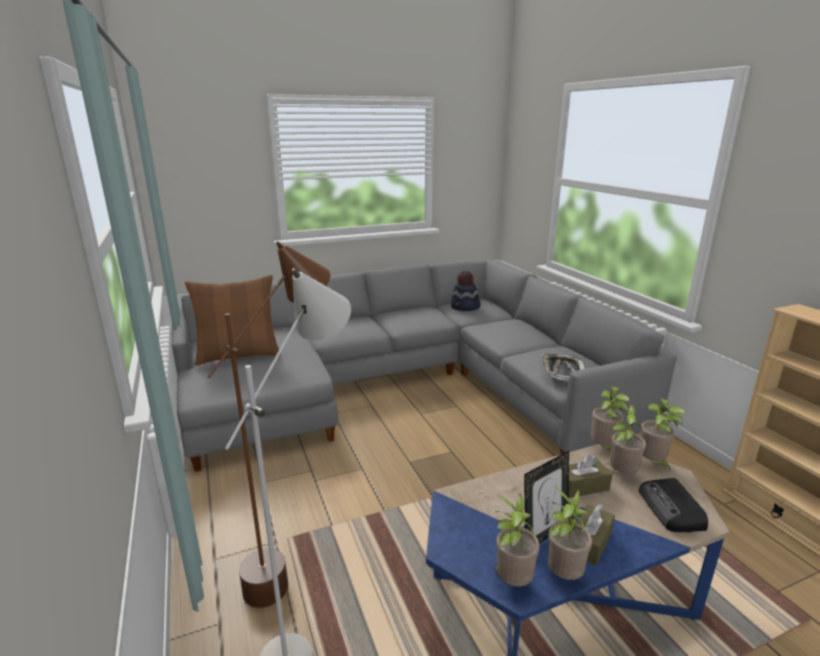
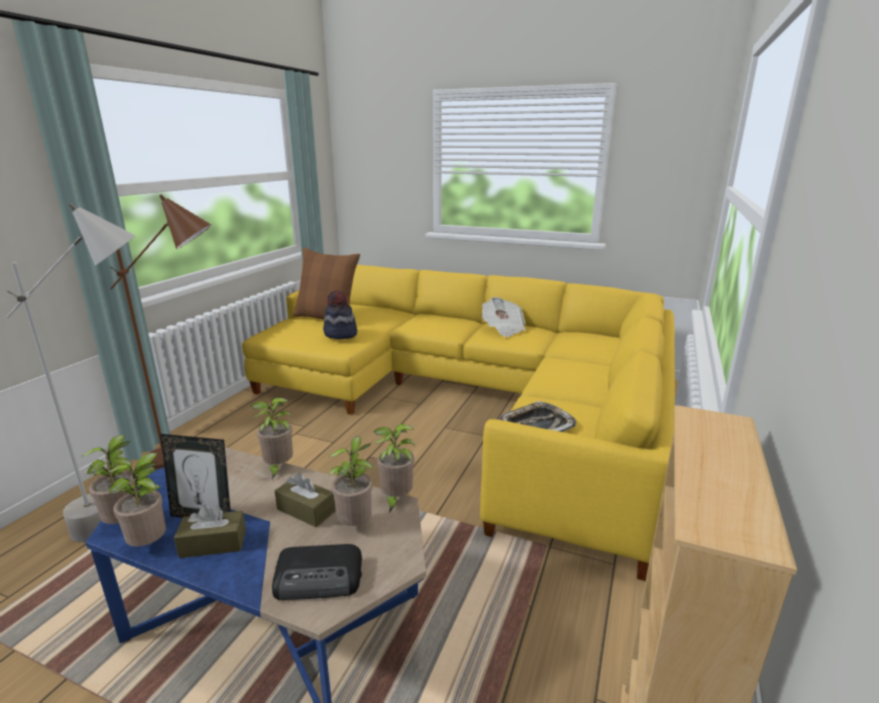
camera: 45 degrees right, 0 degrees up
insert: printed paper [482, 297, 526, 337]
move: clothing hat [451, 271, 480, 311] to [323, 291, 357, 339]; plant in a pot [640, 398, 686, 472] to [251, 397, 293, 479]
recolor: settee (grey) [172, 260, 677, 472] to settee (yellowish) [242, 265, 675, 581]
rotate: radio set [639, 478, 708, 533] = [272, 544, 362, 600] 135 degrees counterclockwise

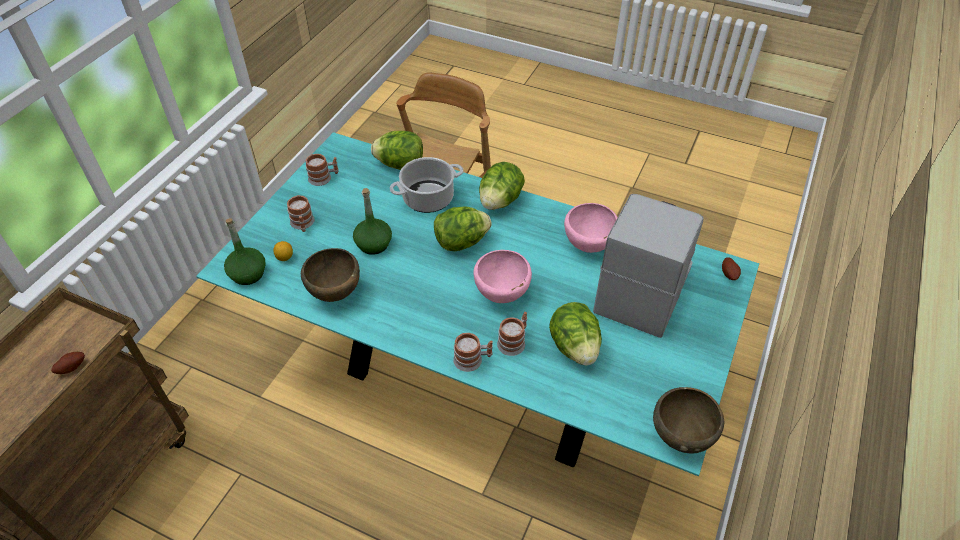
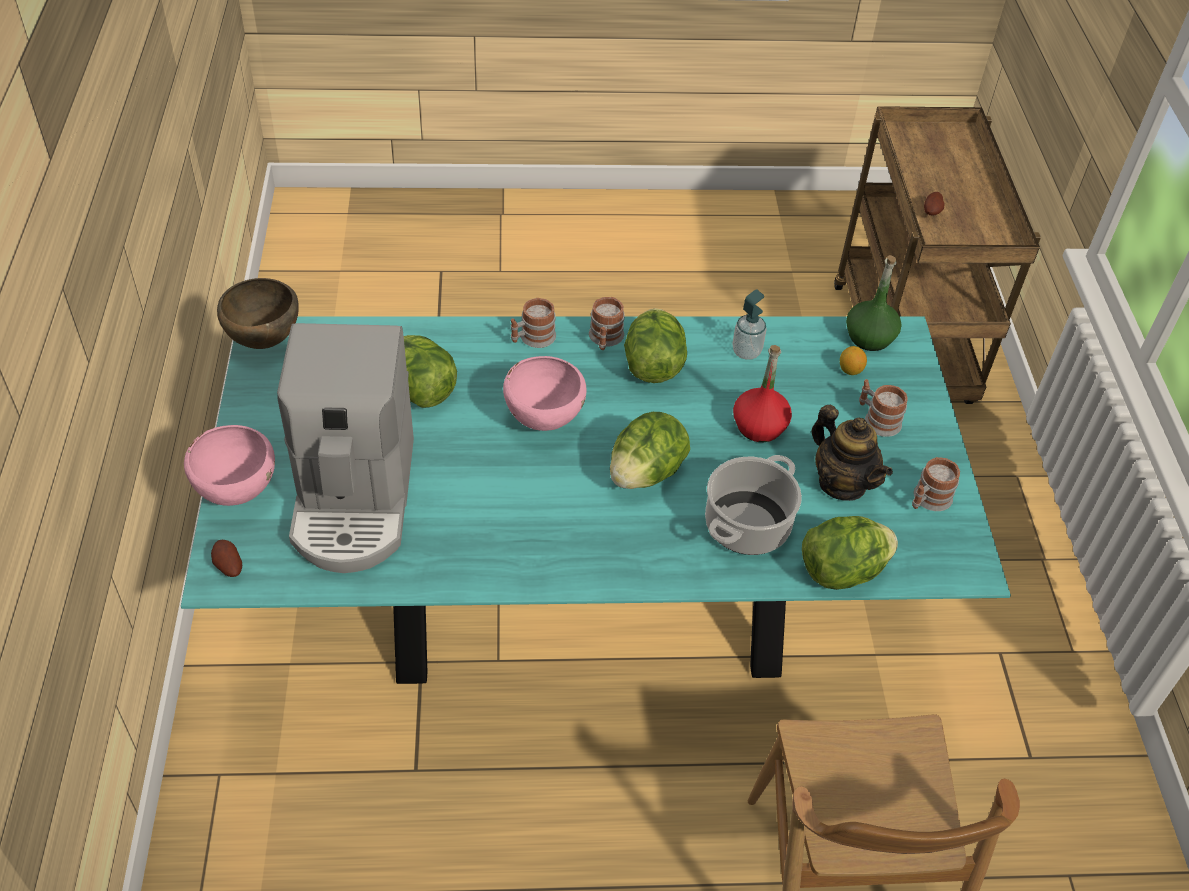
camera: 150 degrees right, 0 degrees up
insert: tea pot [811, 405, 893, 501]
move: lettuce head [479, 162, 525, 210] to [624, 308, 687, 383]; coffee mug [497, 312, 527, 356] to [589, 297, 625, 350]; bowl (pink) [564, 203, 618, 253] to [184, 425, 275, 506]
replace: bowl (brown-coloured) [301, 248, 360, 302] to liquid soap bottle [732, 289, 767, 360]
recolor: drink bottle (green-coloured) [353, 188, 392, 255] to drink bottle (reddish) [733, 345, 792, 442]

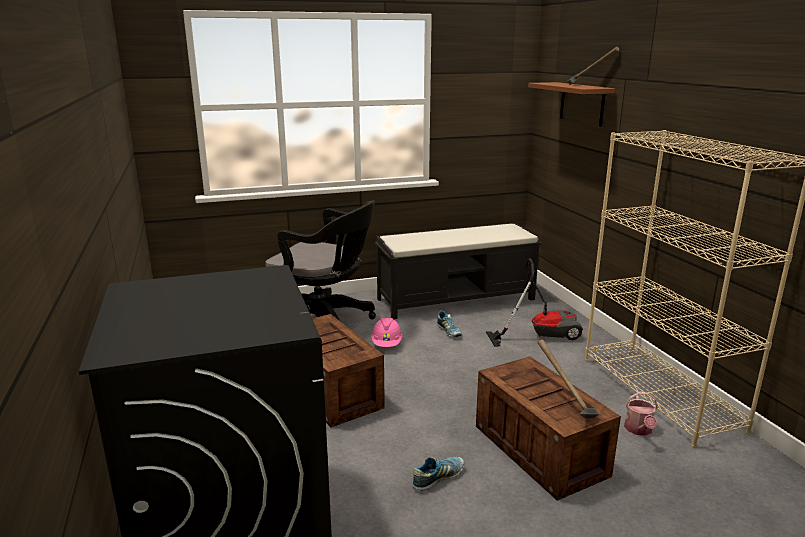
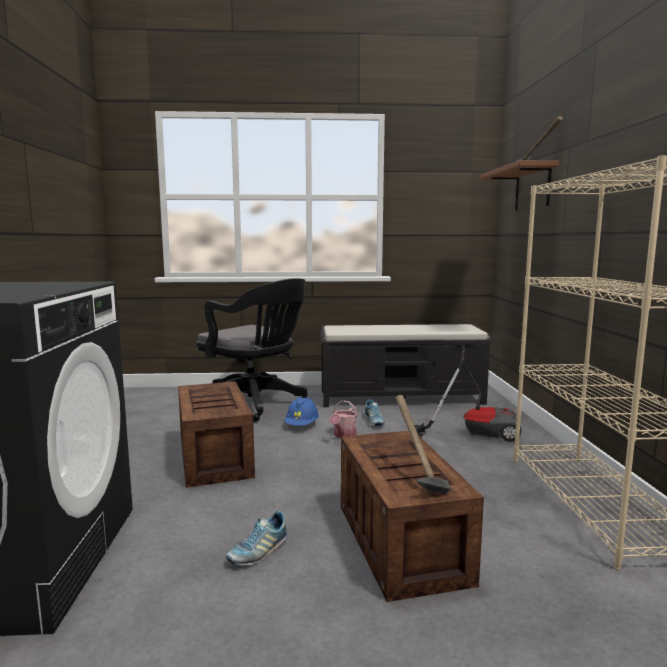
camera: 15 degrees right, 10 degrees down
move: sprinkling can [624, 392, 658, 436] to [329, 400, 358, 438]
recolor: hard hat (pink) [371, 318, 402, 347] to hard hat (blue) [285, 397, 319, 426]
rotate: low shoe [412, 457, 464, 491] = [226, 511, 288, 566] 150 degrees clockwise

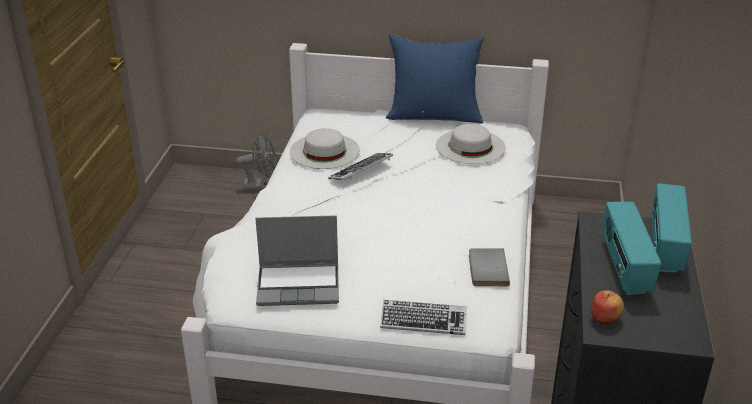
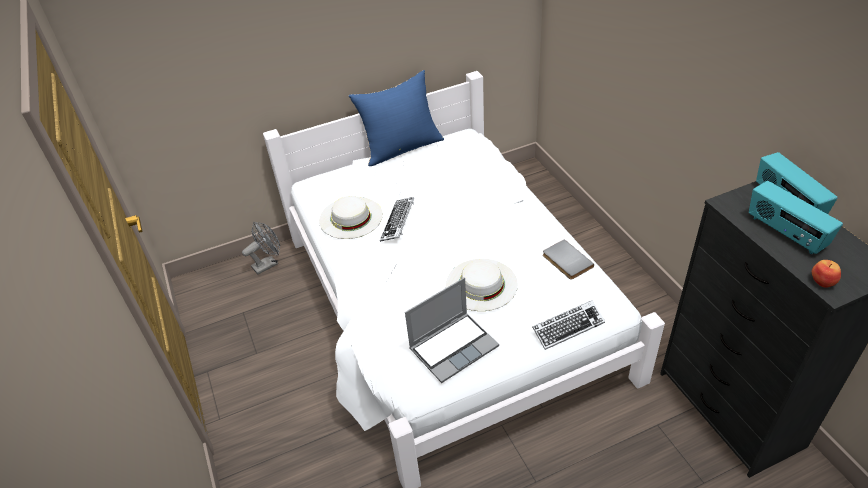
camera: 30 degrees left, 10 degrees up
move: clothing hat (whitish) [436, 124, 506, 164] to [446, 259, 518, 311]

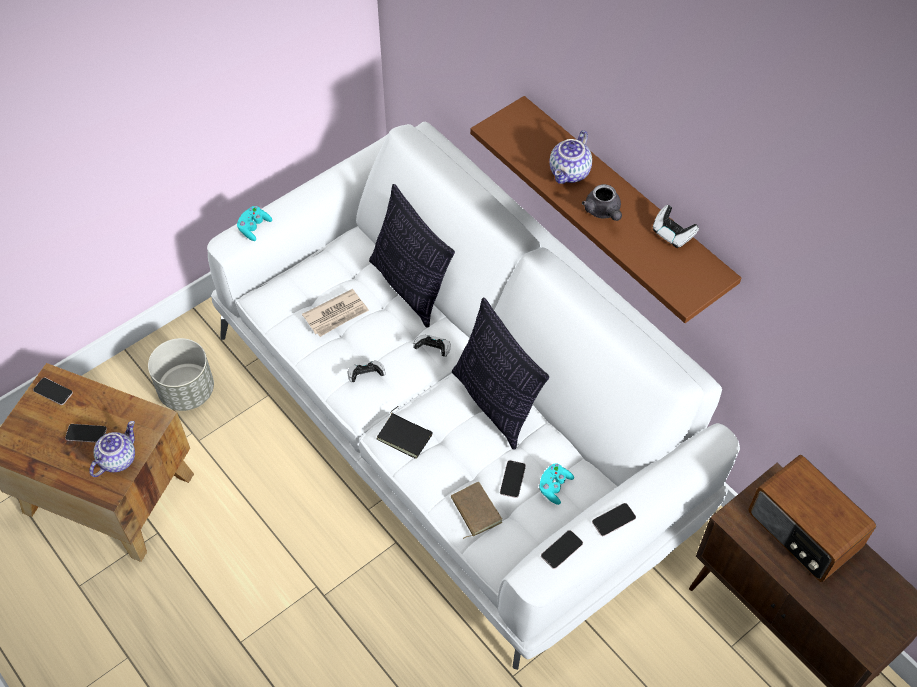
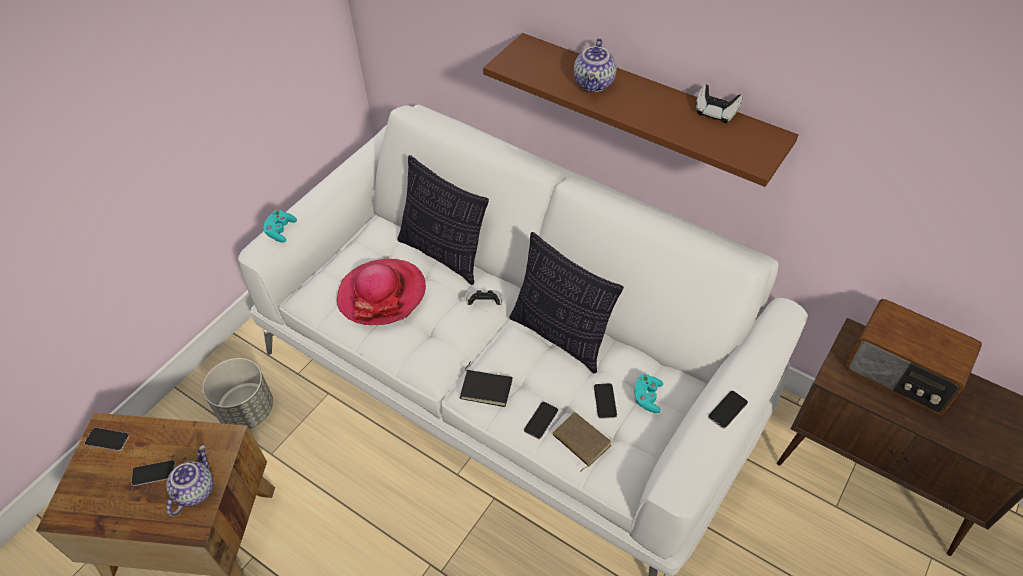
camera: 15 degrees left, 5 degrees down
delete: game controller [347, 361, 385, 382]; tea pot (grey) [582, 184, 622, 221]
move: telephone [541, 530, 583, 569] to [524, 402, 559, 439]
replace: printed paper [302, 289, 369, 337] to clothing hat [337, 259, 426, 325]

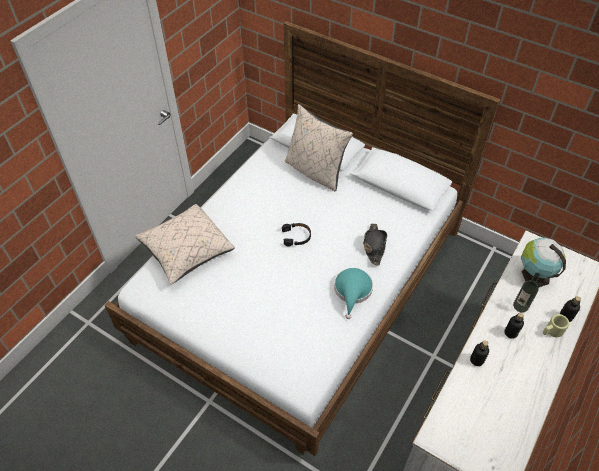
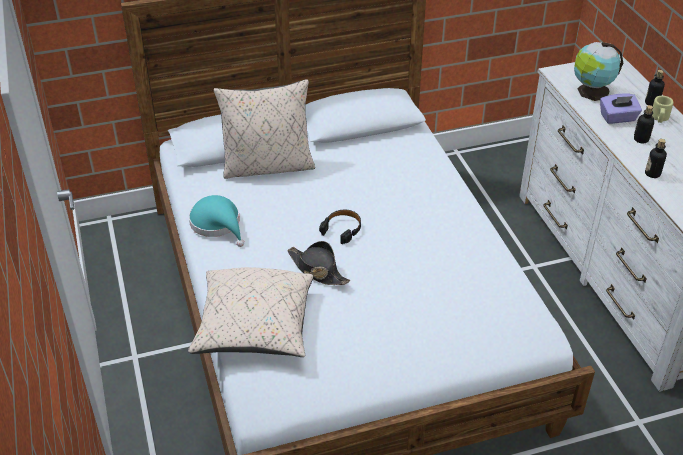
camera: 50 degrees left, 10 degrees down
move: clothing hat (turquoise-coloured) [334, 268, 373, 319] to [189, 195, 244, 247]; clothing hat (black-coloured) [363, 224, 387, 266] to [287, 241, 350, 285]
replace: drink bottle [513, 273, 540, 313] to box of tissues (purple-coloured) [600, 94, 642, 124]

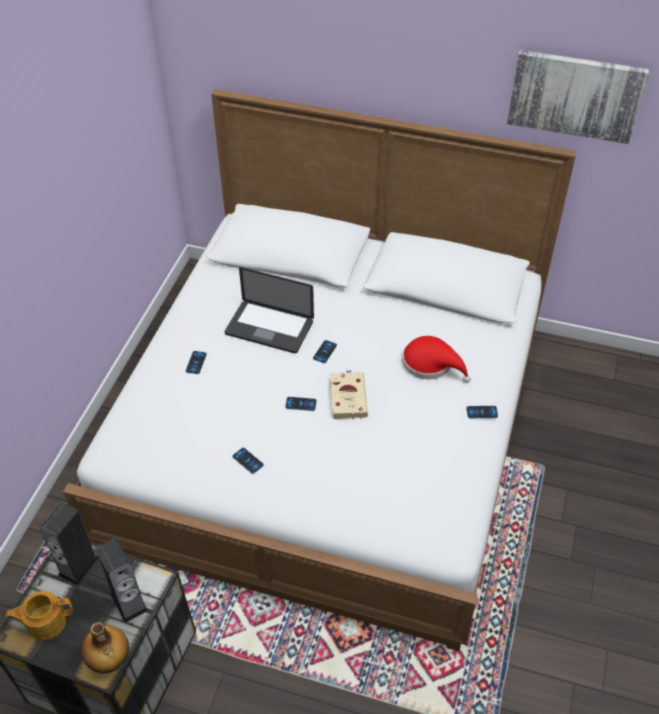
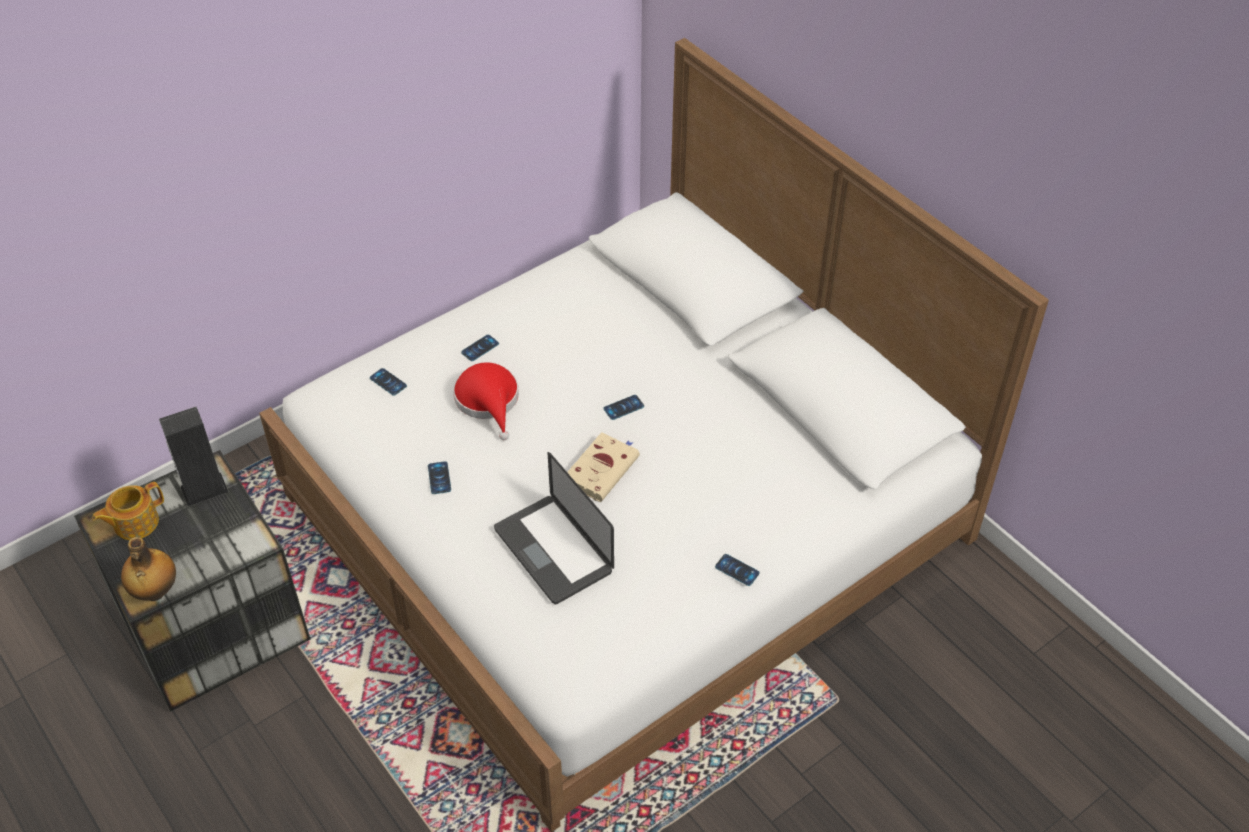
camera: 35 degrees right, 0 degrees up
delete: audio speaker [96, 538, 148, 623]; wall art [507, 50, 650, 144]
move: laptop [225, 267, 314, 353] to [494, 452, 614, 604]; telephone [285, 397, 317, 411] to [370, 368, 407, 396]; clothing hat (reddish) [402, 336, 471, 383] to [453, 362, 519, 440]
rotate: tea pot [6, 591, 73, 641] = [92, 482, 164, 540] 60 degrees counterclockwise

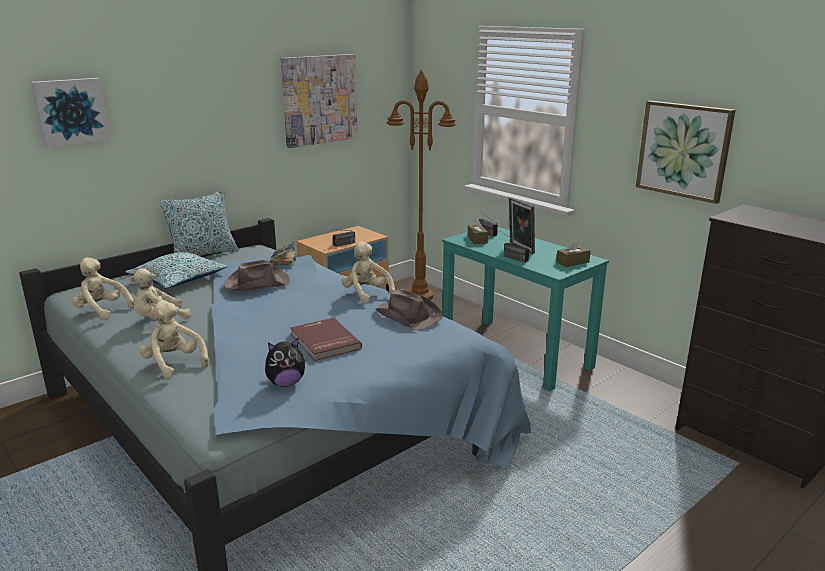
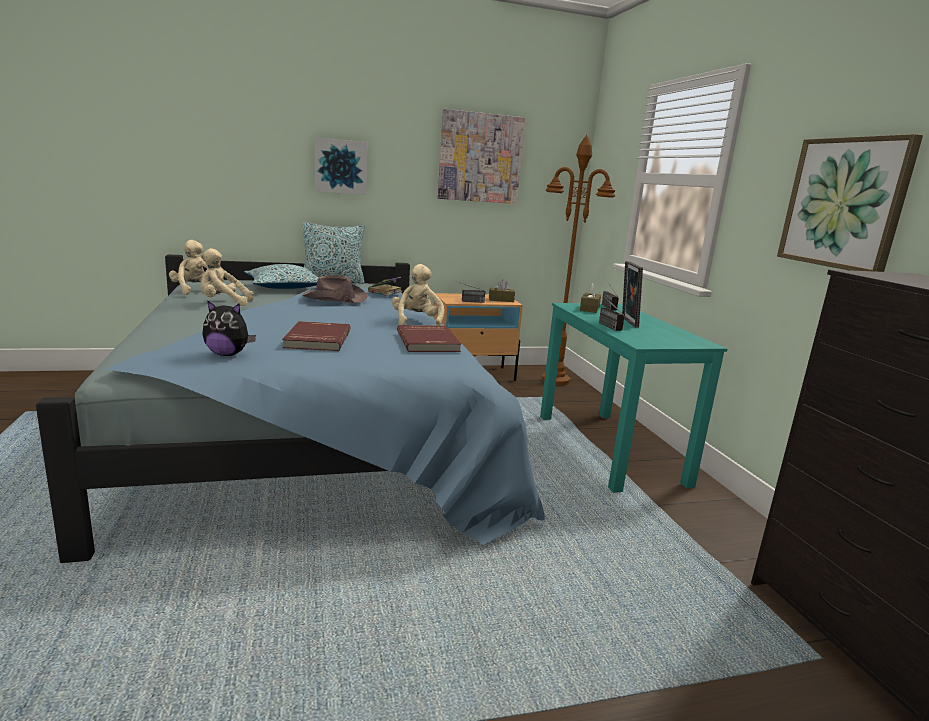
camera: 25 degrees right, 5 degrees down
delete: plush toy (sand-coloured) [139, 301, 209, 379]
move: wall art [31, 78, 110, 148] to [315, 137, 368, 195]; box of tissues (brown-coloured) [556, 239, 591, 267] to [489, 279, 515, 302]
replace: clothing hat (brown-coloured) [375, 289, 443, 330] to bound book (reddish) [397, 325, 461, 352]

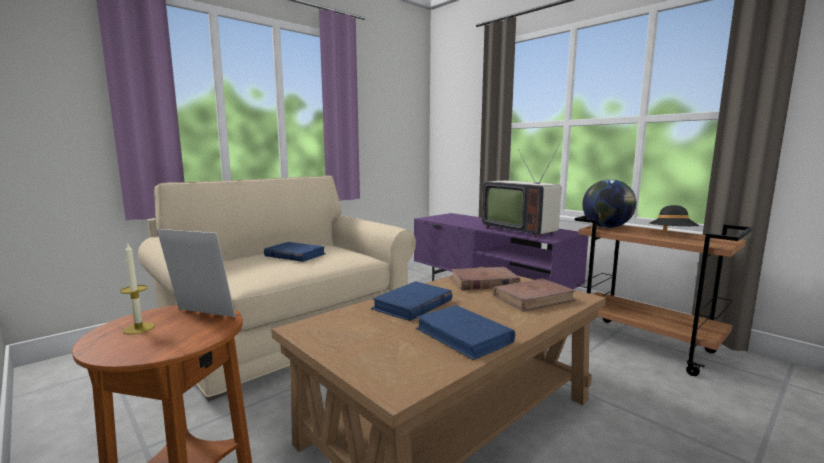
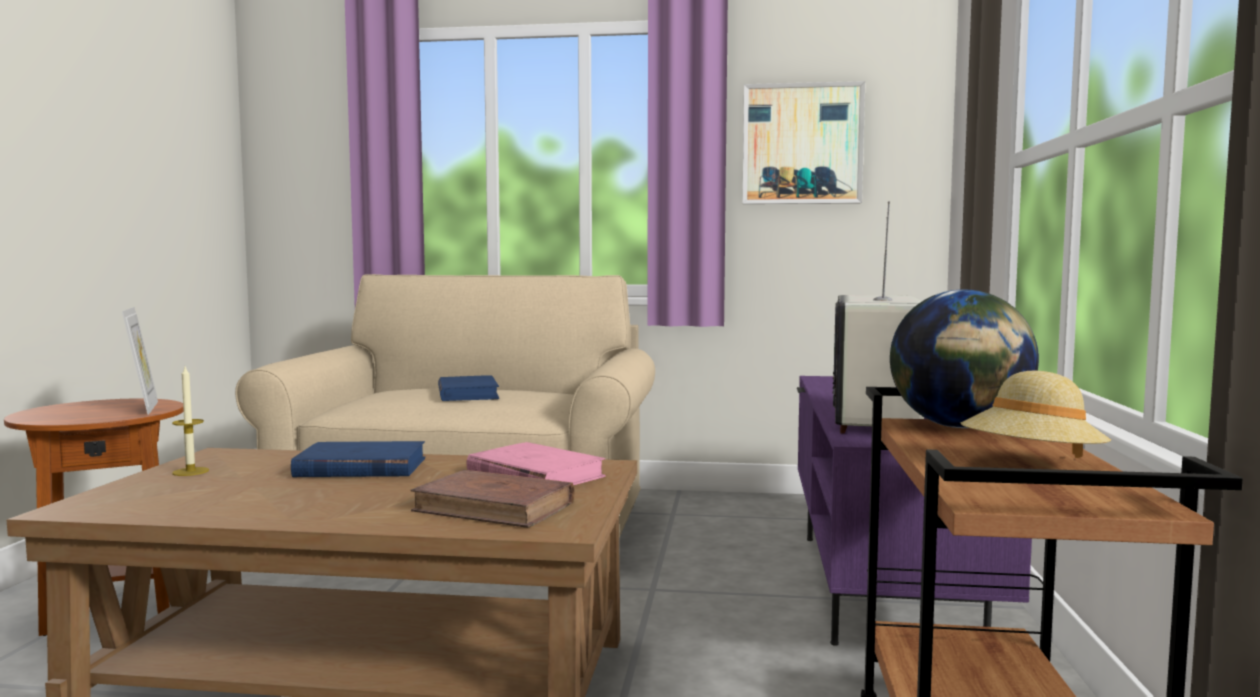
camera: 50 degrees right, 5 degrees down
delete: bound book (blue) [416, 305, 515, 360]
insert: wall art [742, 81, 865, 204]
move: candle [120, 244, 155, 335] to [172, 367, 209, 476]
recolor: bound book (brown-coloured) [450, 267, 521, 290] to bound book (pink) [466, 442, 605, 485]; clothing hat (black-coloured) [650, 205, 699, 231] to clothing hat (sand-coloured) [961, 370, 1111, 458]

